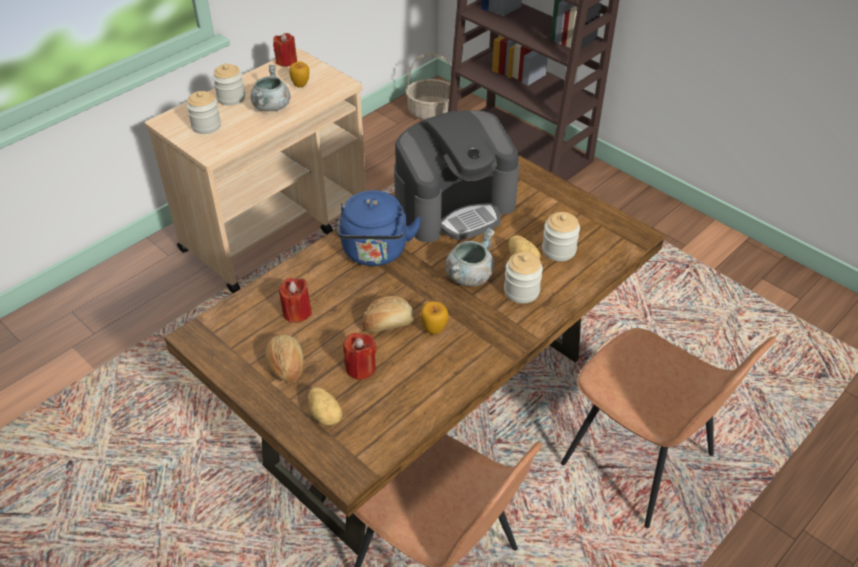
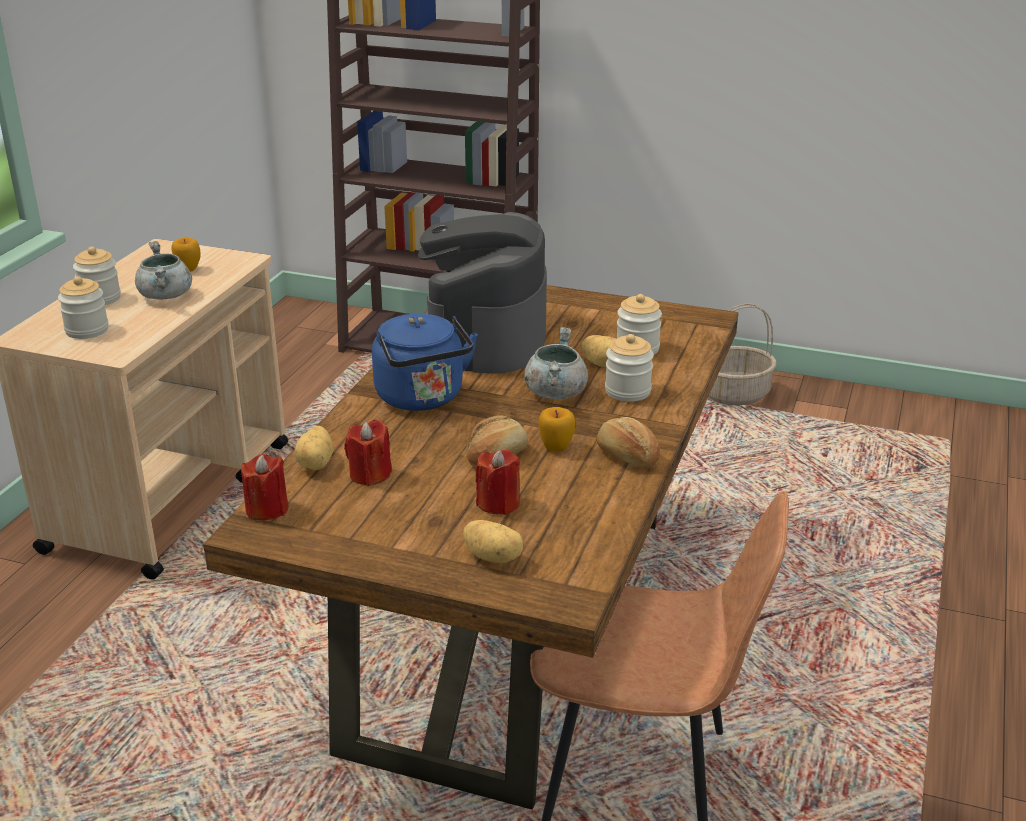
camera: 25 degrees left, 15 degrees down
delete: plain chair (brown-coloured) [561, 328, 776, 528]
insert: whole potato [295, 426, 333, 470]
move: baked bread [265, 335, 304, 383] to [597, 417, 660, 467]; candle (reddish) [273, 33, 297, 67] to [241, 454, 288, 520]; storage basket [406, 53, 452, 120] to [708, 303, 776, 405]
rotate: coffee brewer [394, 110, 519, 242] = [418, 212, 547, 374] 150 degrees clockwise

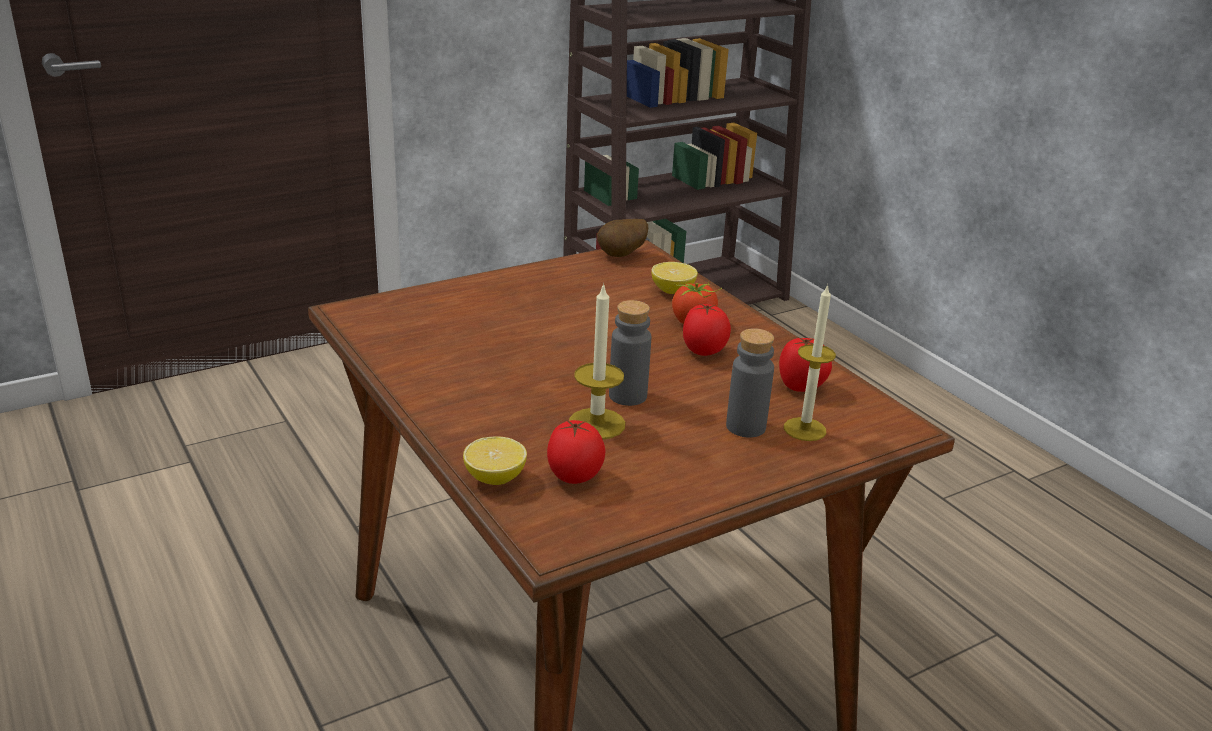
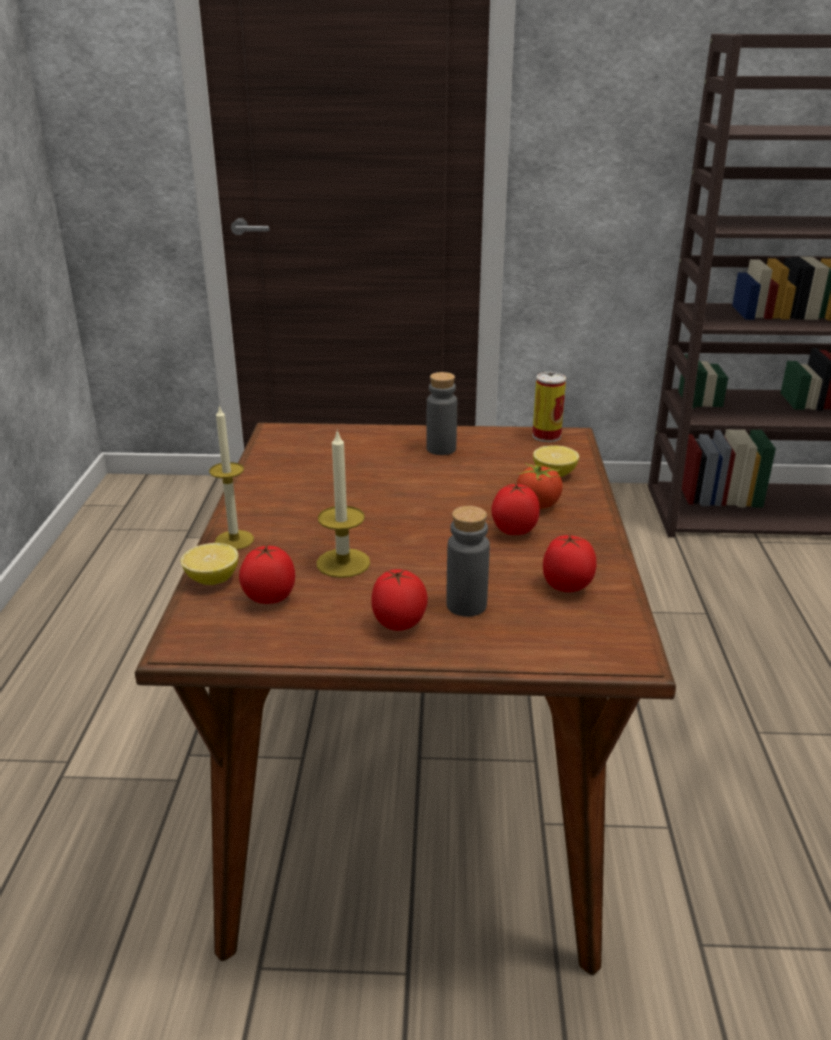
camera: 35 degrees right, 0 degrees up
insert: fresh tomato [371, 570, 428, 631]
move: drink bottle (grey) [609, 300, 651, 406] to [426, 372, 457, 455]; candle [784, 284, 836, 441] to [209, 405, 254, 550]
replace: whole potato [597, 219, 648, 257] to metal can [532, 372, 566, 442]

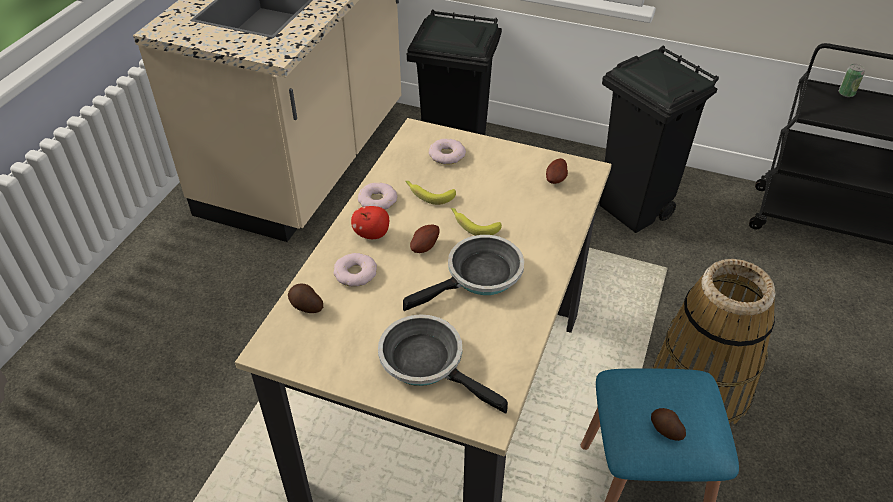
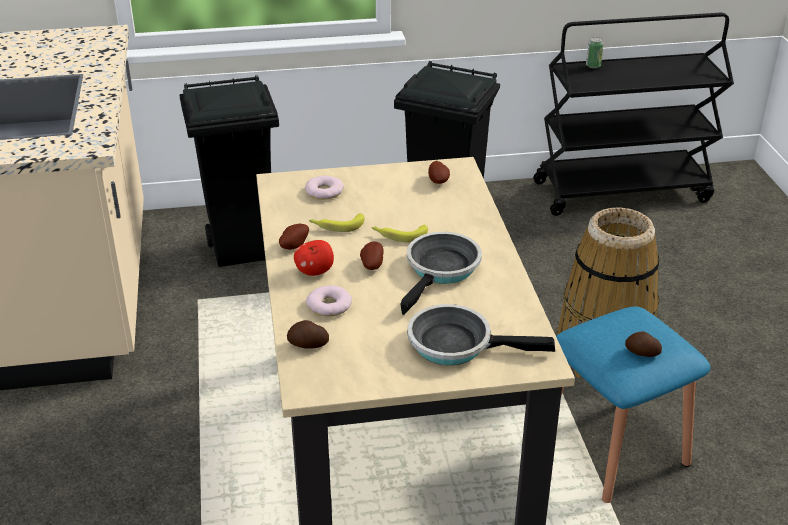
camera: 30 degrees left, 10 degrees down
replace: doughnut [358, 182, 397, 210] to whole potato [279, 224, 309, 250]

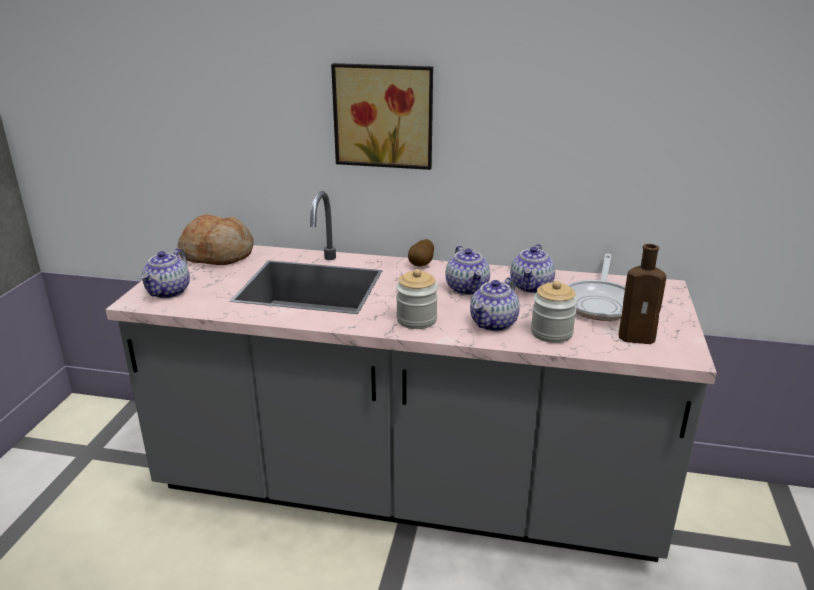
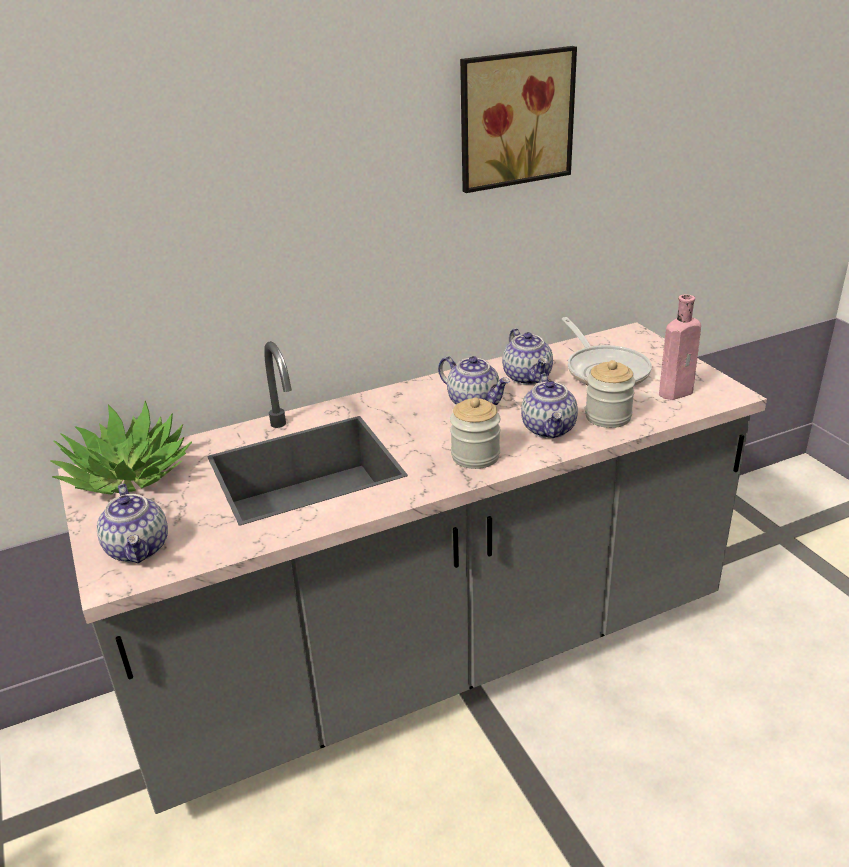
camera: 35 degrees left, 5 degrees up
delete: whole potato [408, 239, 434, 267]
move: wall art [331, 63, 433, 170] to [460, 46, 577, 193]
replace: baked bread [178, 214, 254, 265] to plant in a pot [50, 401, 192, 495]
recolor: drink bottle (brown-coloured) [619, 244, 666, 344] to drink bottle (pink) [659, 294, 701, 400]

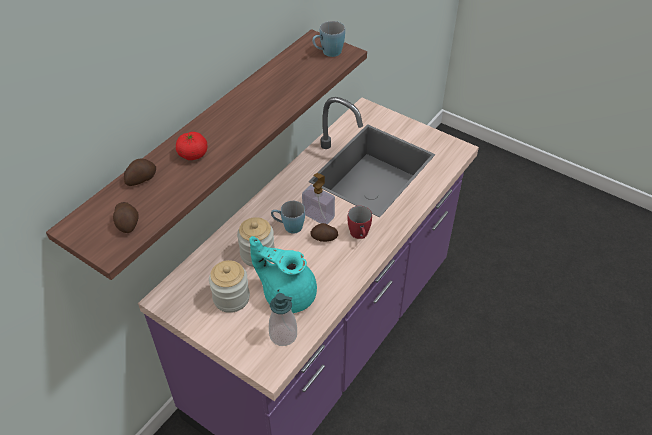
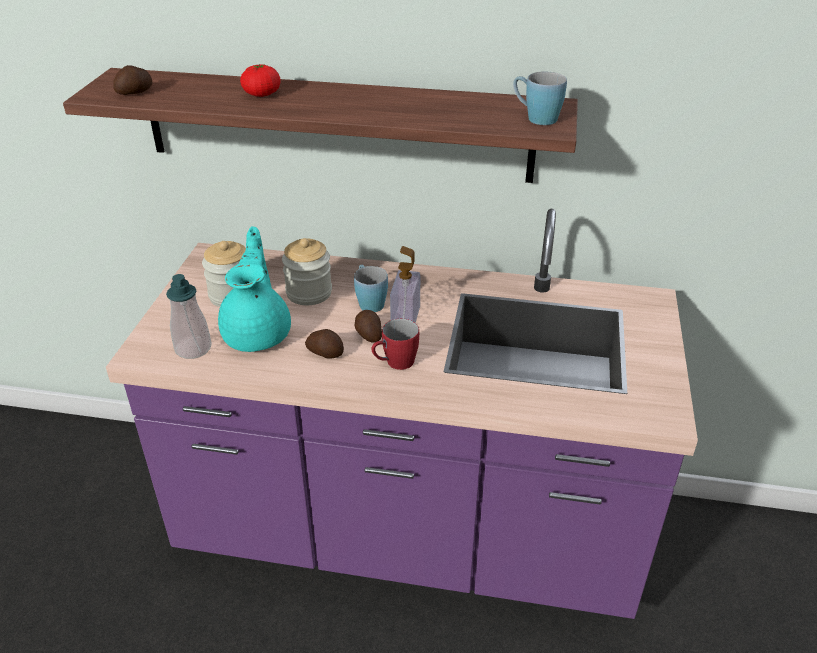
camera: 65 degrees right, 10 degrees down
move: whole potato [124, 159, 156, 186] to [305, 329, 344, 359]

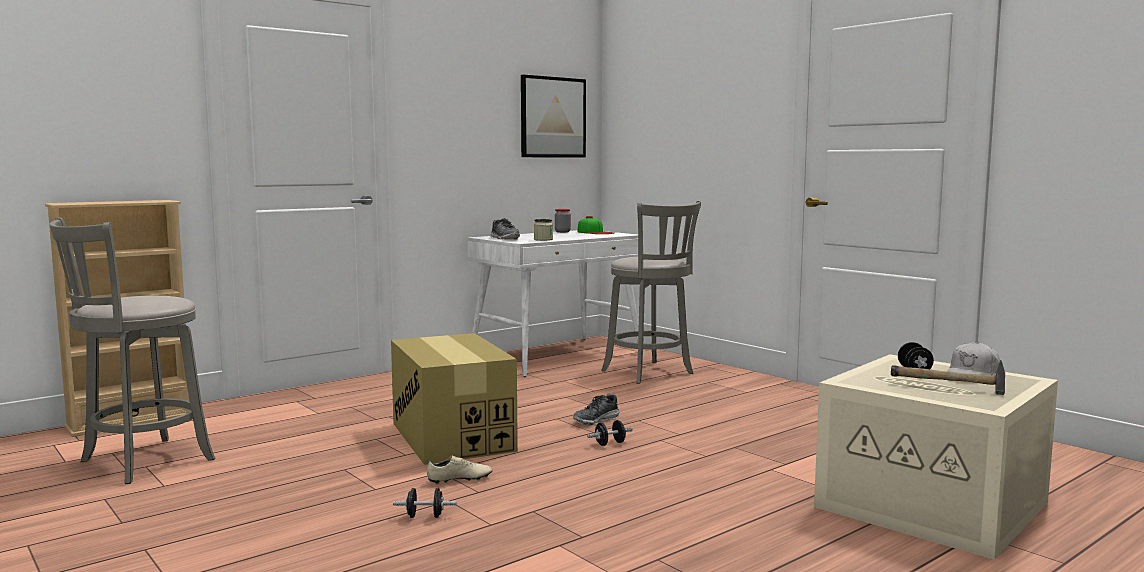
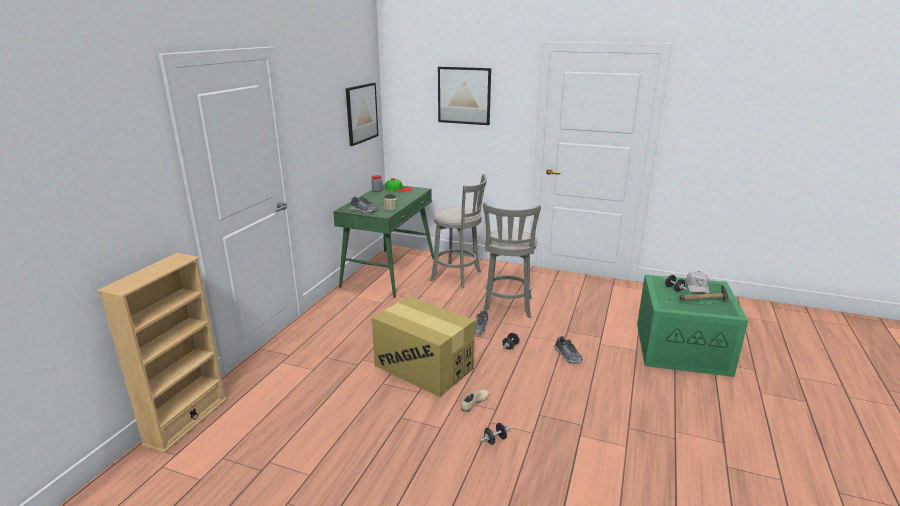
camera: 30 degrees left, 15 degrees up
insert: wall art [438, 67, 491, 125]; low shoe [554, 336, 583, 363]
move: stool (grey) [49, 218, 215, 484] to [483, 203, 541, 318]
recolor: desk table (whitish) [467, 230, 644, 377] to desk table (green-coloured) [333, 184, 434, 298]; storage bin (sand-coloured) [814, 354, 1058, 560] to storage bin (green-coloured) [637, 275, 748, 377]

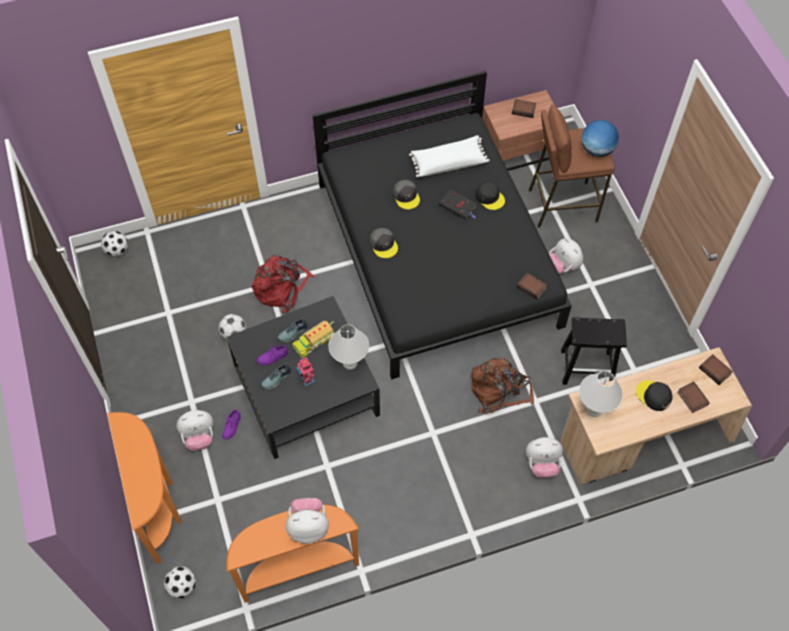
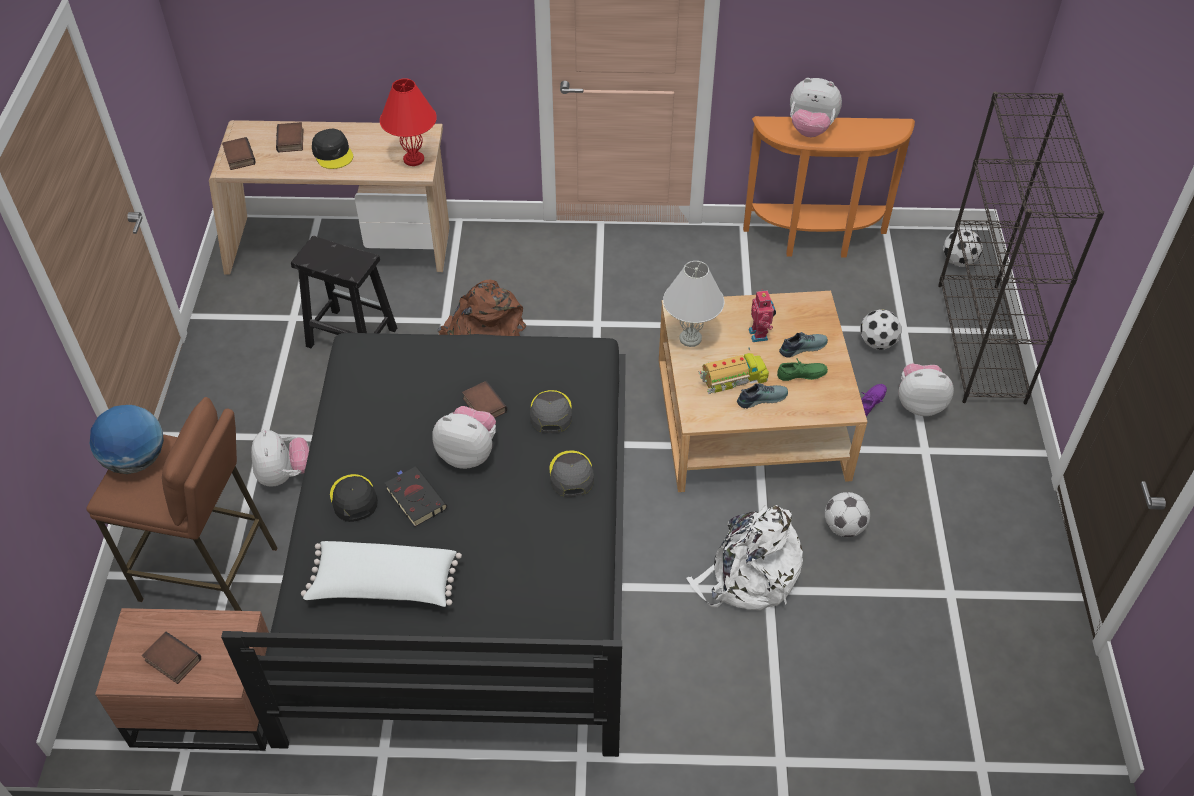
camera: 160 degrees left, 10 degrees down
move: football ball [101, 231, 128, 257] to [860, 309, 902, 350]; peaked cap (grey) [393, 180, 420, 210] to [530, 390, 572, 433]; bound book [517, 273, 547, 300] to [462, 381, 507, 418]; plush toy [526, 437, 563, 478] to [432, 406, 496, 469]
replace: narrow table (orange) [107, 412, 182, 564] to bookshelf (black-coloured) [938, 92, 1104, 404]
recolor: low table (black-coloured) [226, 296, 380, 459] to low table (sand-coloured) [659, 291, 867, 492]; knapsack (reddish) [252, 255, 314, 313] to knapsack (whitish) [686, 505, 803, 611]; low shoe (purple-coloured) [257, 342, 288, 365] to low shoe (green-coloured) [777, 358, 828, 381]; lamp for a table (whitish) [579, 371, 623, 417] to lamp for a table (reddish) [380, 78, 437, 166]

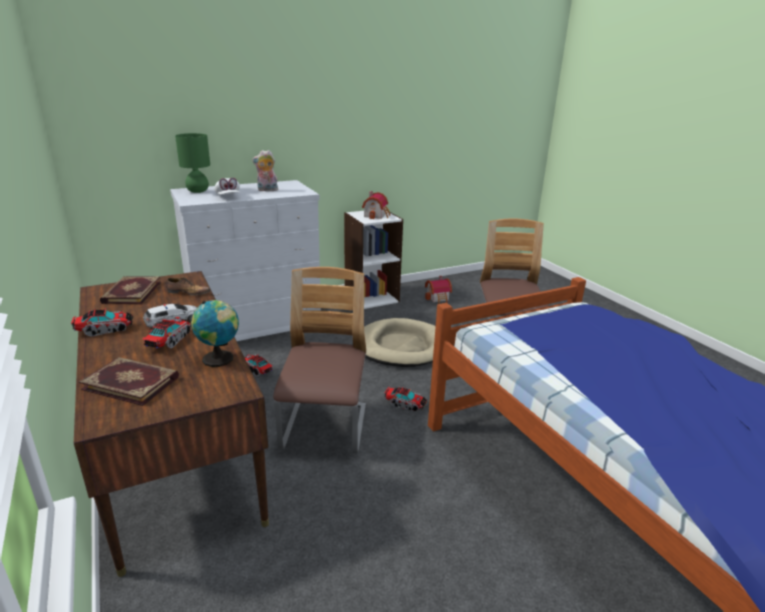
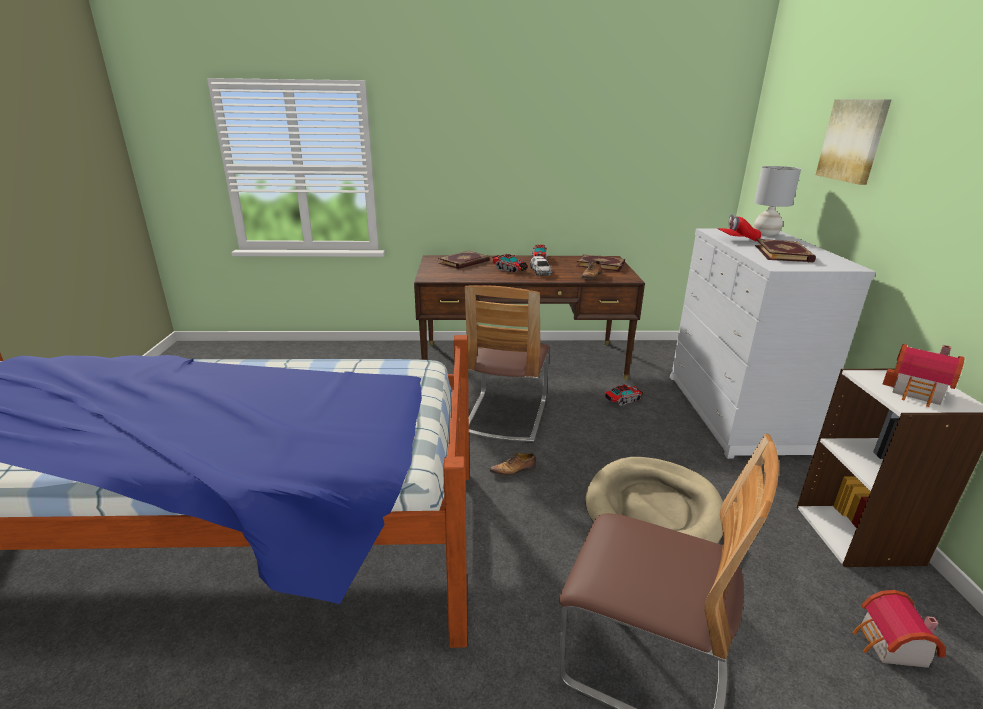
camera: 115 degrees right, 0 degrees up
delete: desk globe [191, 300, 239, 367]
insert: wall art [816, 99, 892, 185]
replace: plush toy [252, 150, 278, 191] to bound book [755, 239, 816, 263]; toy truck [385, 387, 427, 411] to low shoe [489, 453, 536, 476]
recolor: lamp for a table (green-coloured) [175, 133, 210, 193] to lamp for a table (grey) [754, 166, 801, 236]; peaked cap (whitish) [214, 178, 241, 195] to peaked cap (reddish) [717, 214, 761, 241]
rotate: plain chair [273, 267, 366, 454] = [465, 285, 550, 443] 75 degrees clockwise

